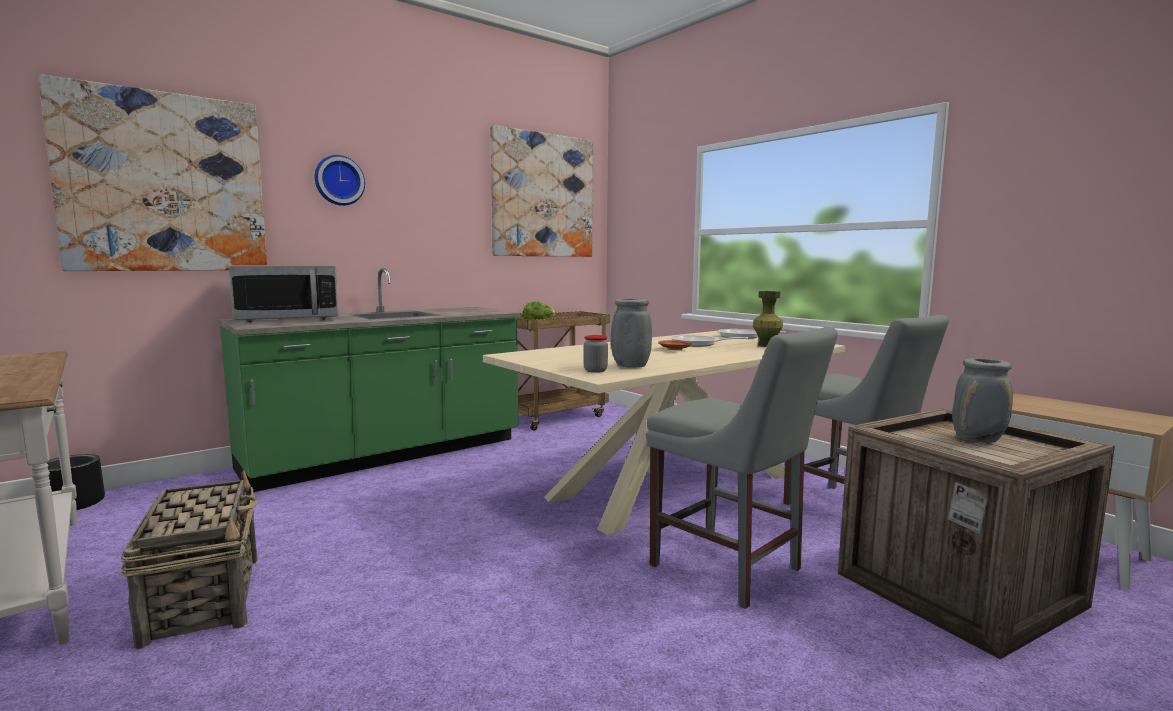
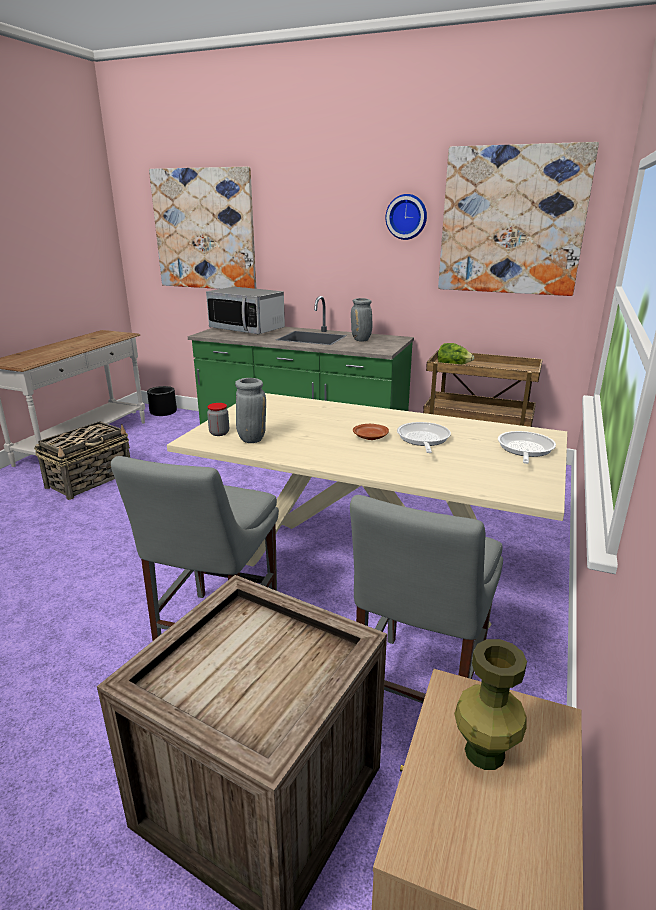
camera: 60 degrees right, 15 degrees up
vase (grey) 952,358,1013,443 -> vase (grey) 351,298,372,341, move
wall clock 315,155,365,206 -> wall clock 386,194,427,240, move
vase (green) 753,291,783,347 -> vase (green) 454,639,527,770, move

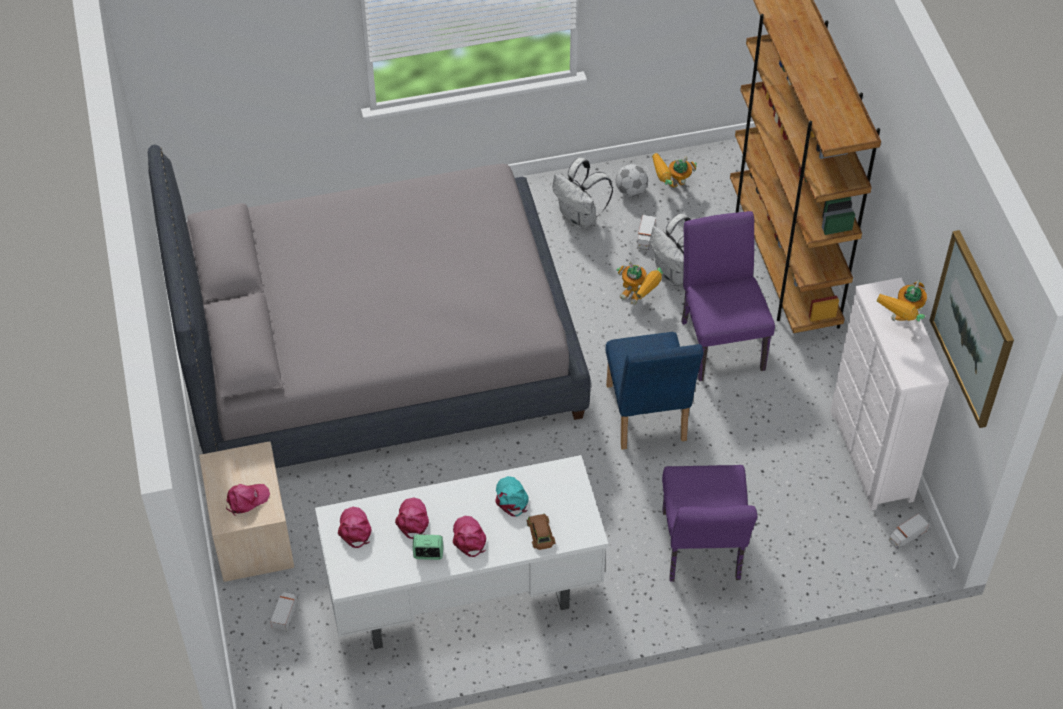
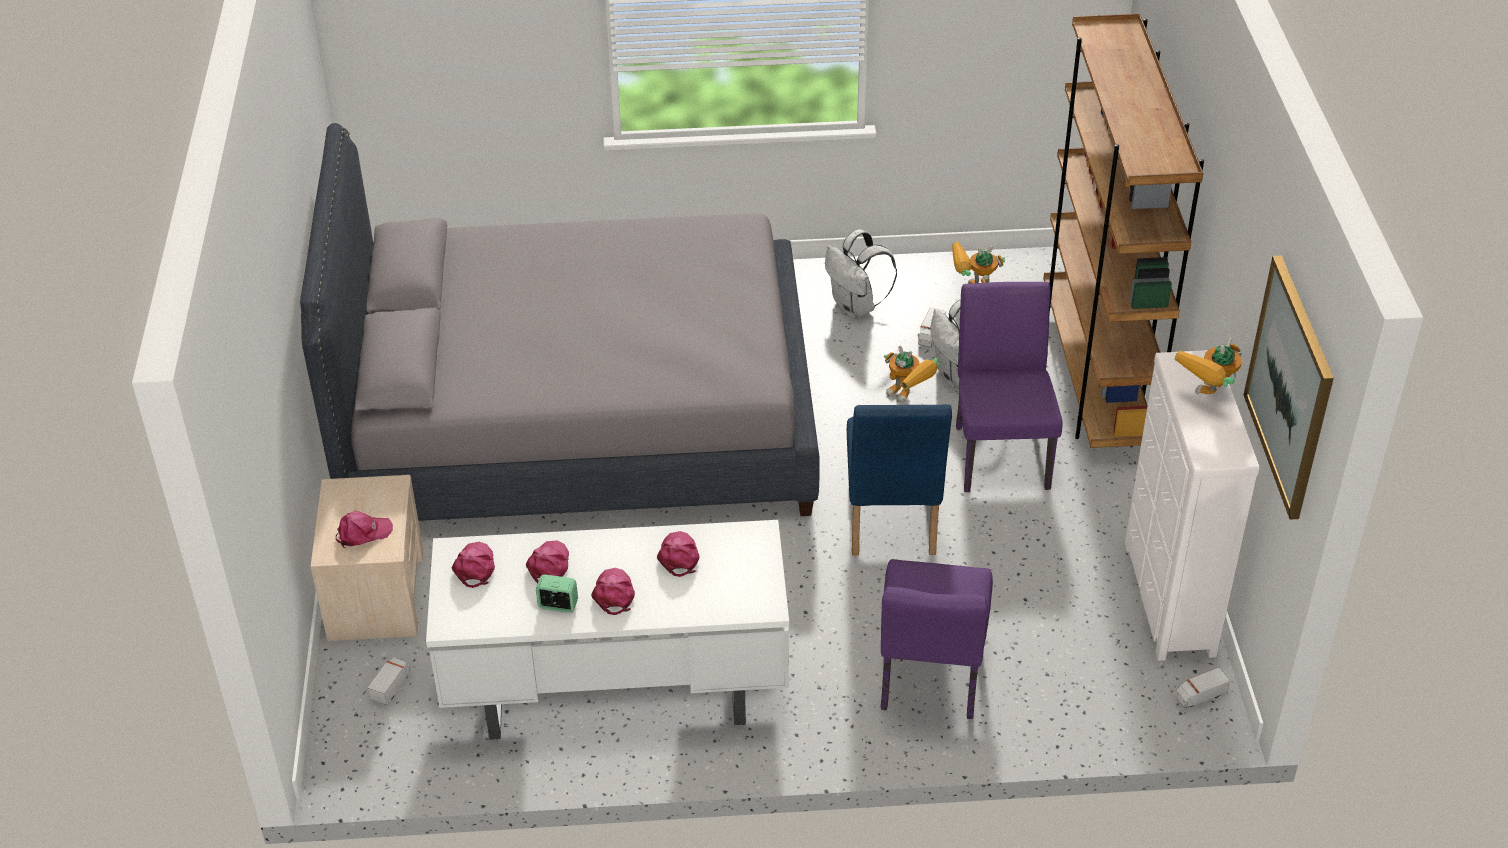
camera: 10 degrees right, 10 degrees down
cap (turquoise) 496,476,529,517 -> cap (pink) 657,531,700,577
toy car (brown) 526,513,556,550 -> none
football 616,164,648,197 -> none

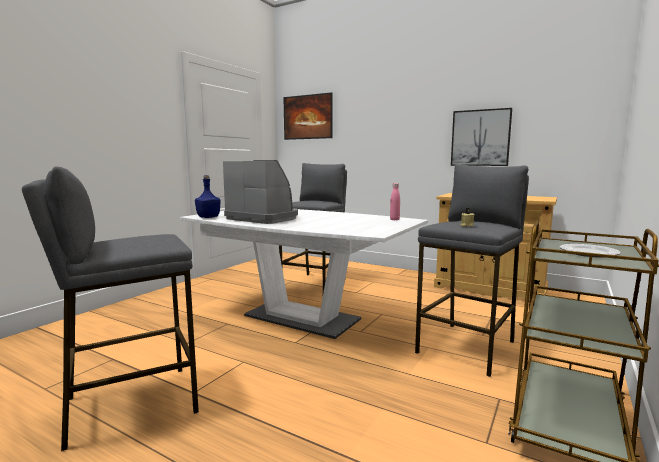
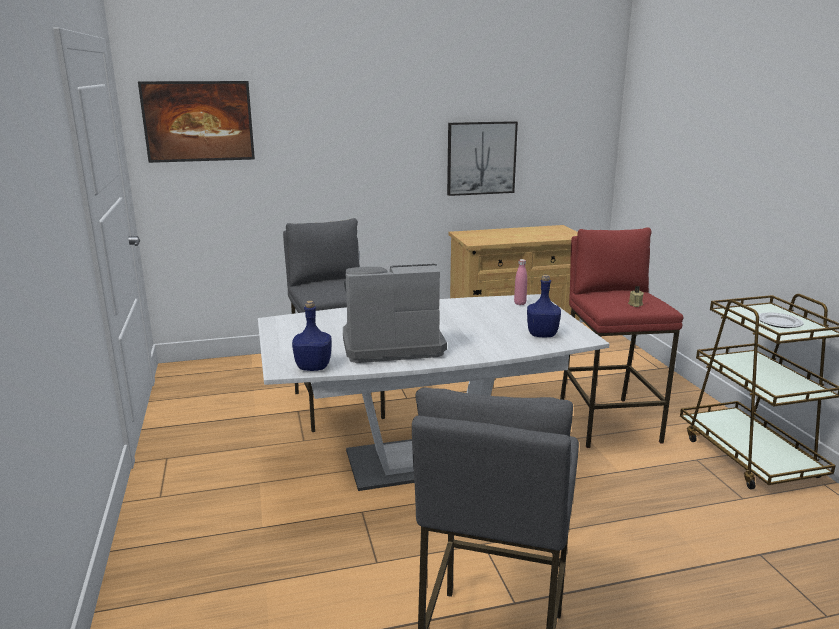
camera: 45 degrees left, 10 degrees up
none -> bottle (blue) 527,275,561,337
stool (grey) 415,164,529,377 -> stool (red) 560,227,684,448

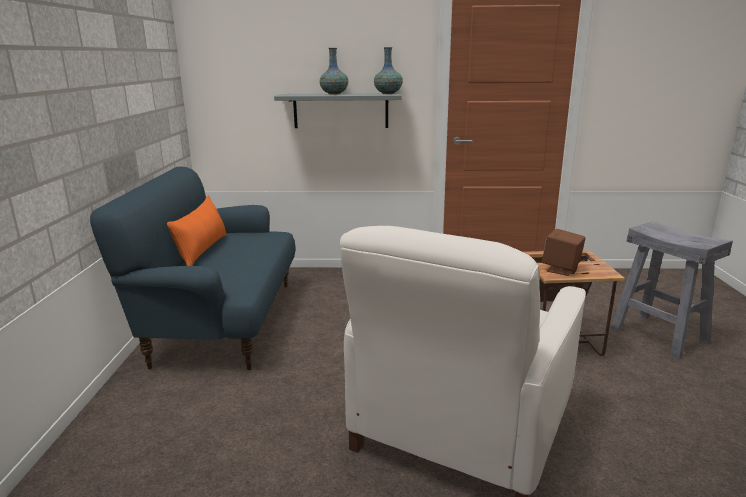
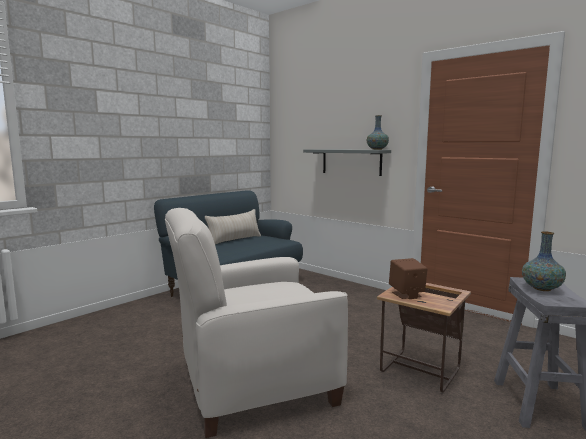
camera: 40 degrees right, 10 degrees down
pillow (orange) 167,196,227,266 -> pillow (beige) 205,209,261,245
vase 320,48,348,95 -> vase 522,231,566,291, move

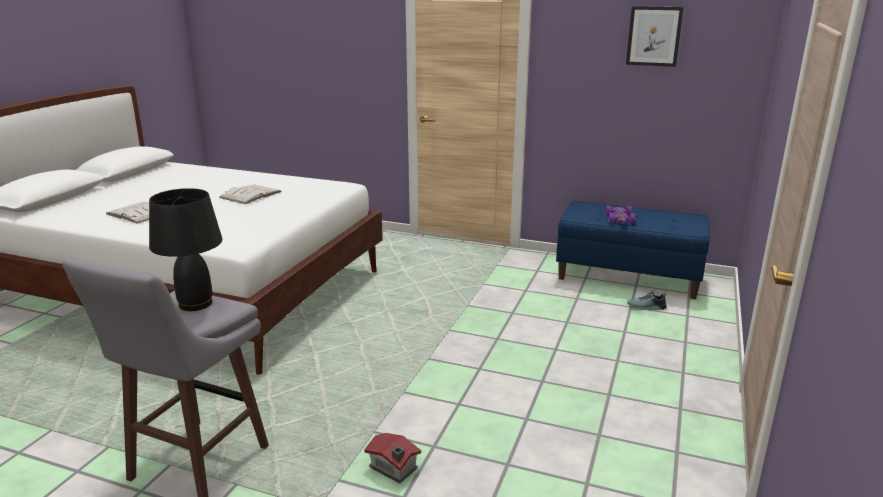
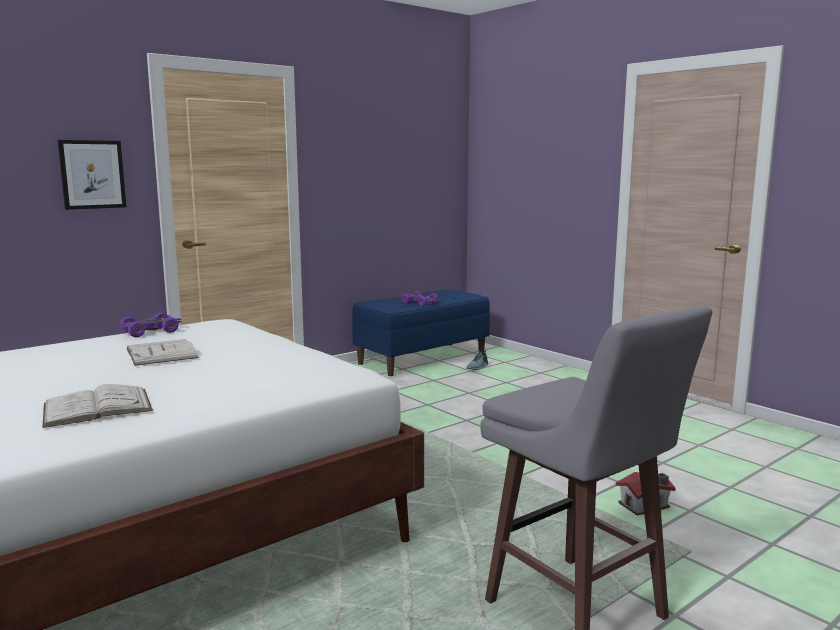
camera: 60 degrees left, 10 degrees down
picture 626,6,684,67 -> picture 58,140,126,210, move
none -> toy car (purple) 120,312,182,337
table lamp (black) 149,188,222,311 -> none

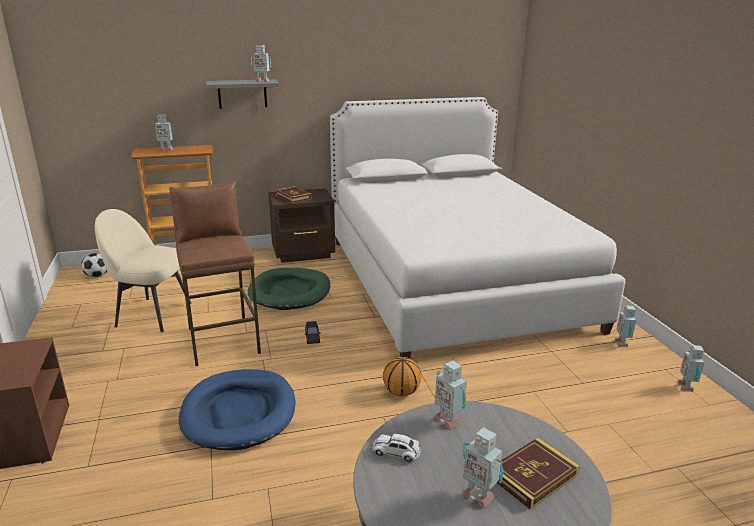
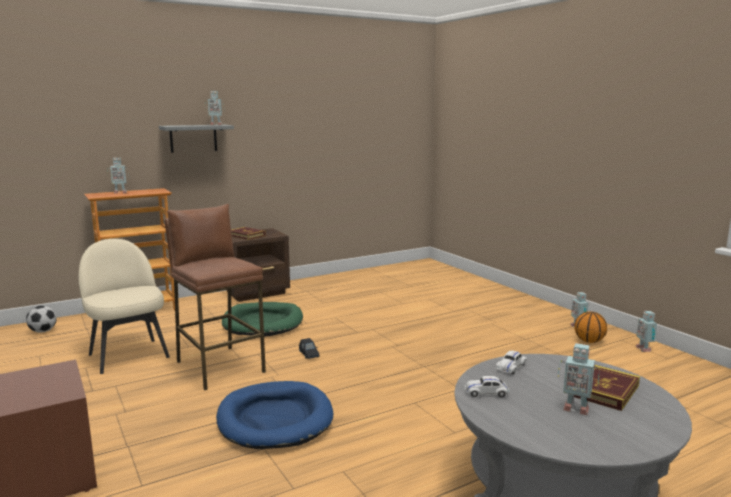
camera: 15 degrees left, 10 degrees down
chair (beige) 95,209,191,332 -> chair (beige) 79,239,170,374, 60 degrees clockwise
toy robot 435,361,467,429 -> toy car (white) 496,351,527,374
basketball 383,357,421,396 -> basketball 575,311,607,343, move
bed (white) 330,97,625,359 -> none

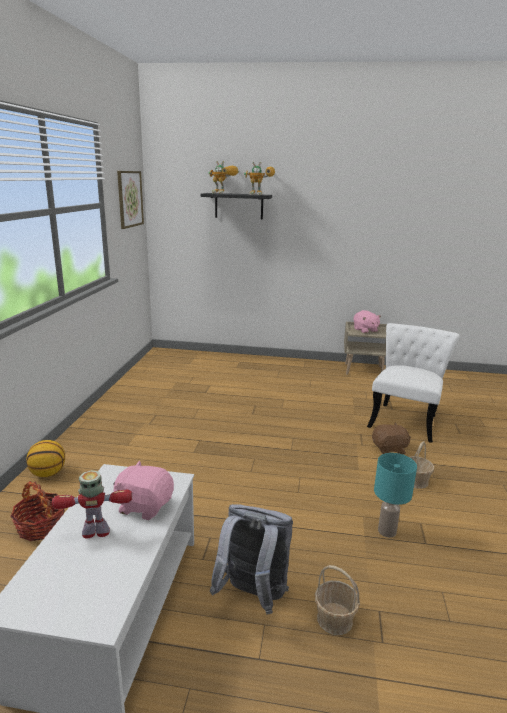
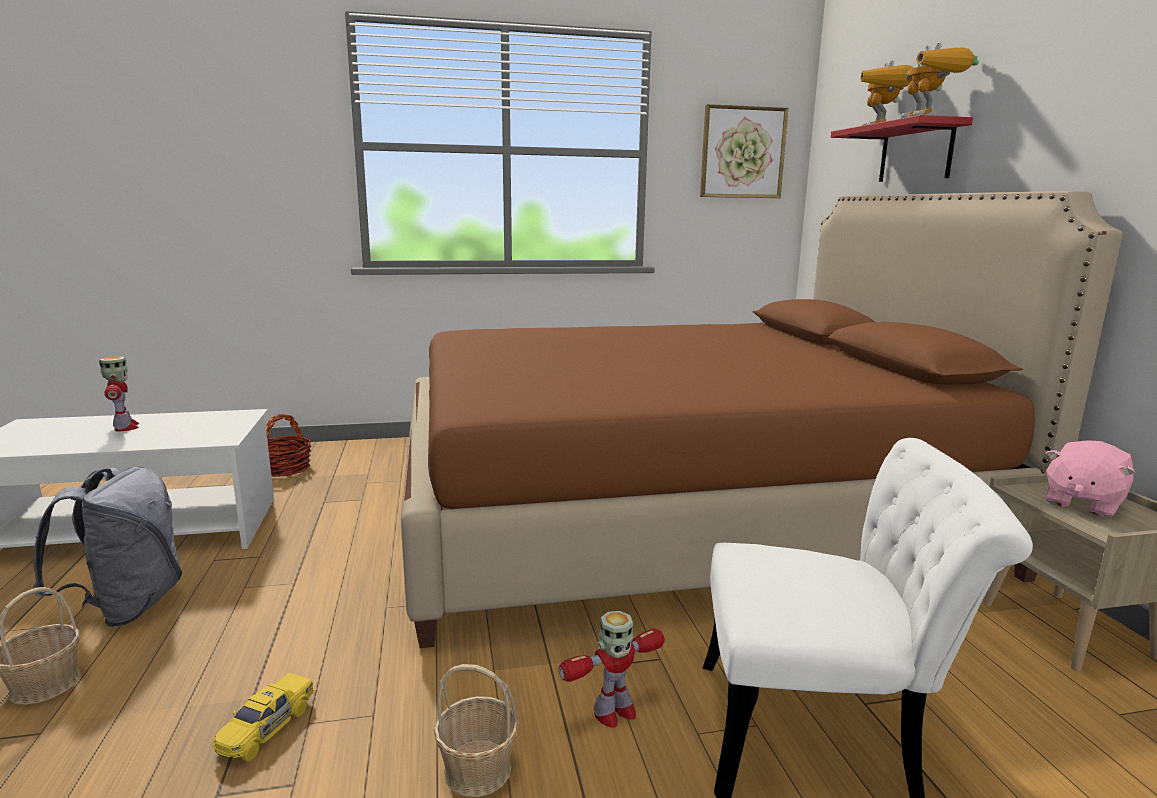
camera: 70 degrees right, 5 degrees down
table lamp (turquoise) 374,453,417,537 -> toy car (yellow) 213,673,314,761
none -> bed (brown) 401,191,1123,648
plush toy (brown) 372,423,411,455 -> toy robot 559,611,665,728
shelf (black) 201,193,272,219 -> shelf (red) 831,115,973,182
basketball 26,440,65,477 -> none
plush toy (pink) 113,461,174,520 -> none

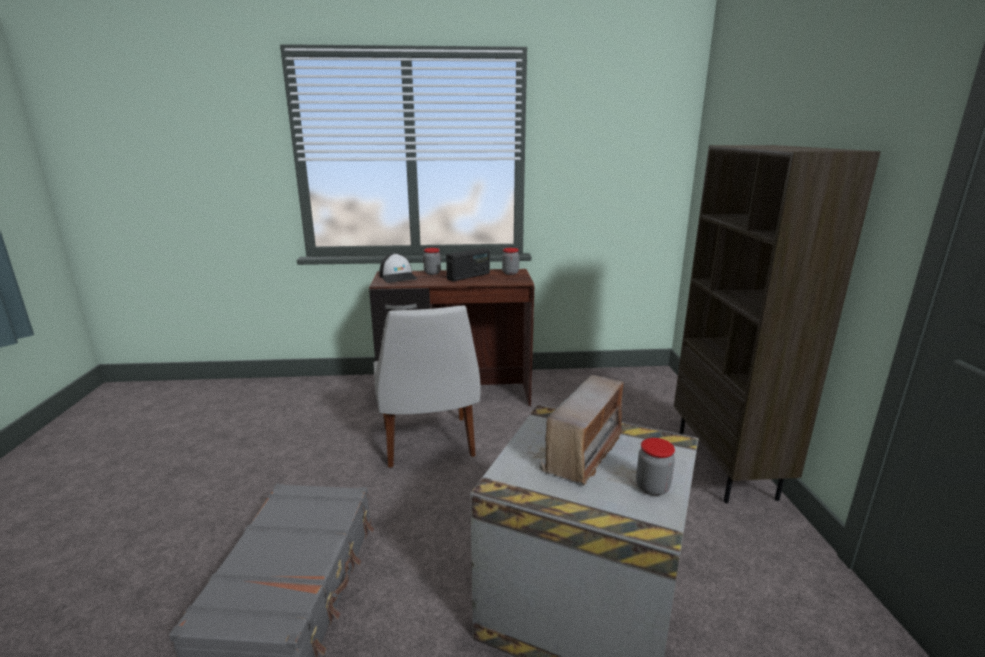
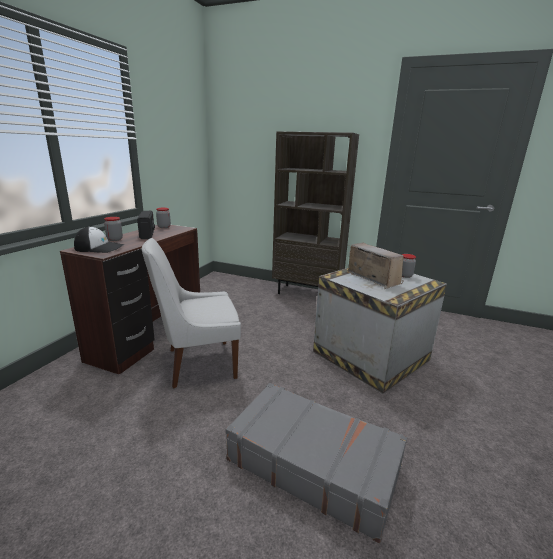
camera: 65 degrees left, 0 degrees up
chair (white) 373,305,481,468 -> chair (white) 142,238,241,388, 150 degrees clockwise

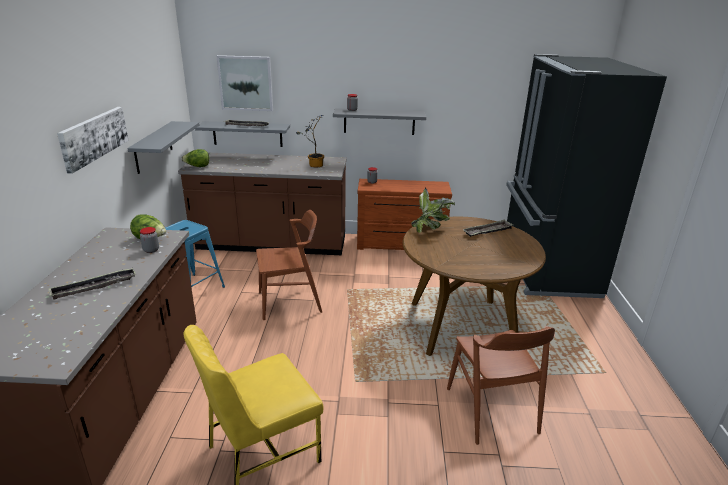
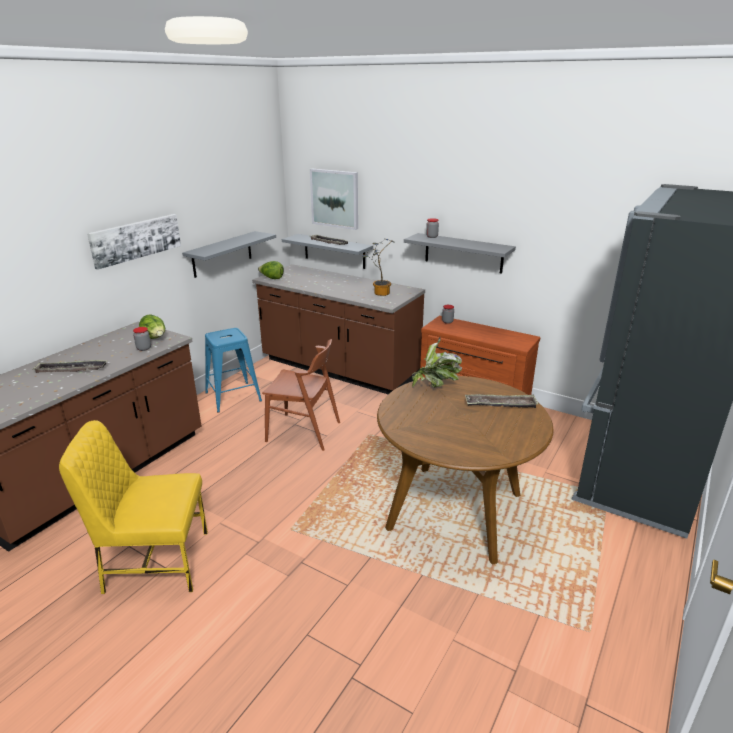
camera: 30 degrees right, 0 degrees up
chair (brown) 447,326,555,445 -> none

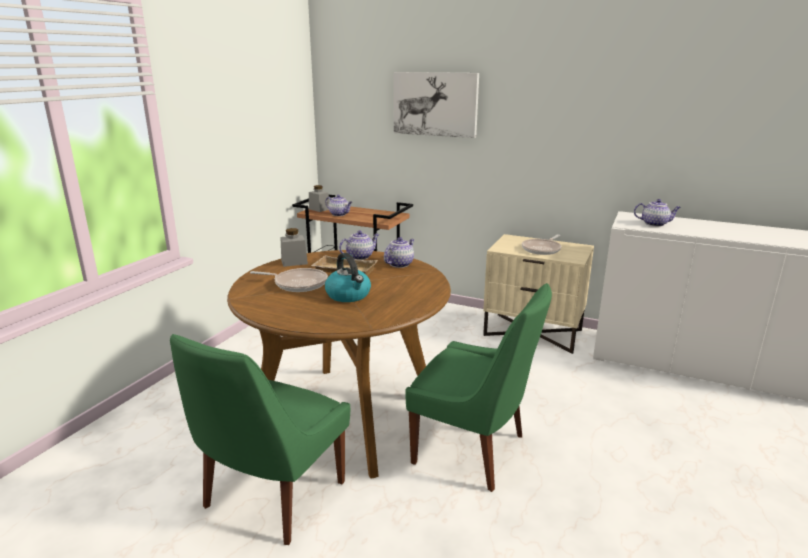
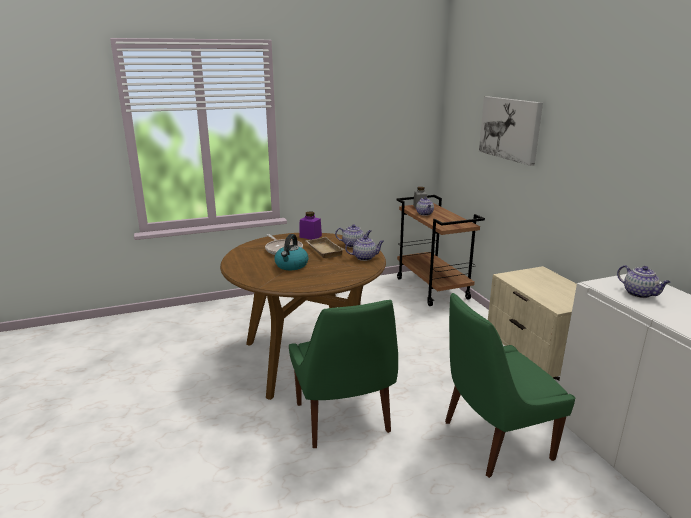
camera: 45 degrees right, 0 degrees up
jar (grey) 280,228,308,267 -> jar (purple) 299,211,322,240
chair (green) 170,334,350,545 -> chair (green) 445,293,575,478, move
frying pan 522,235,562,255 -> none

